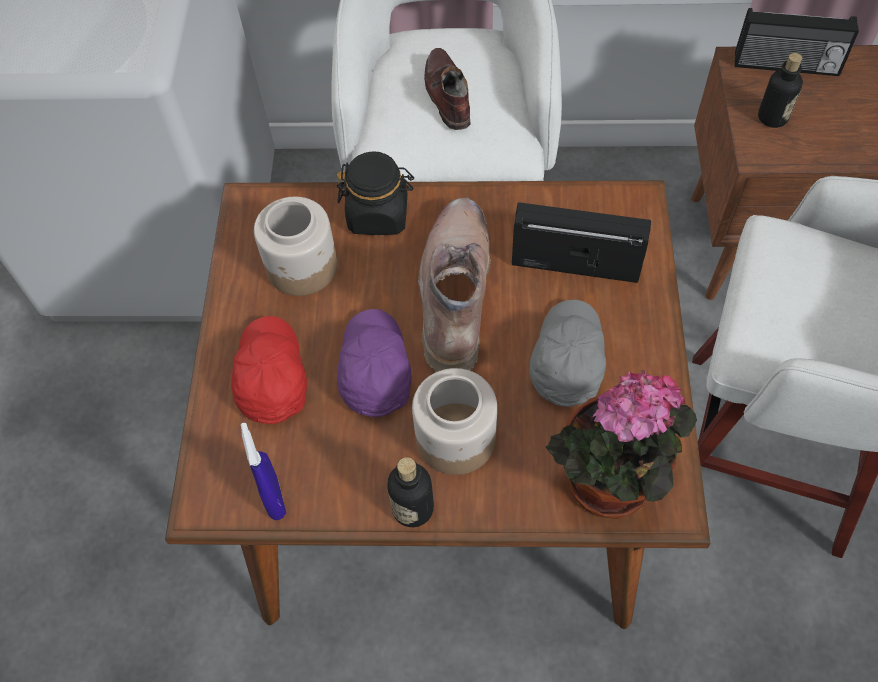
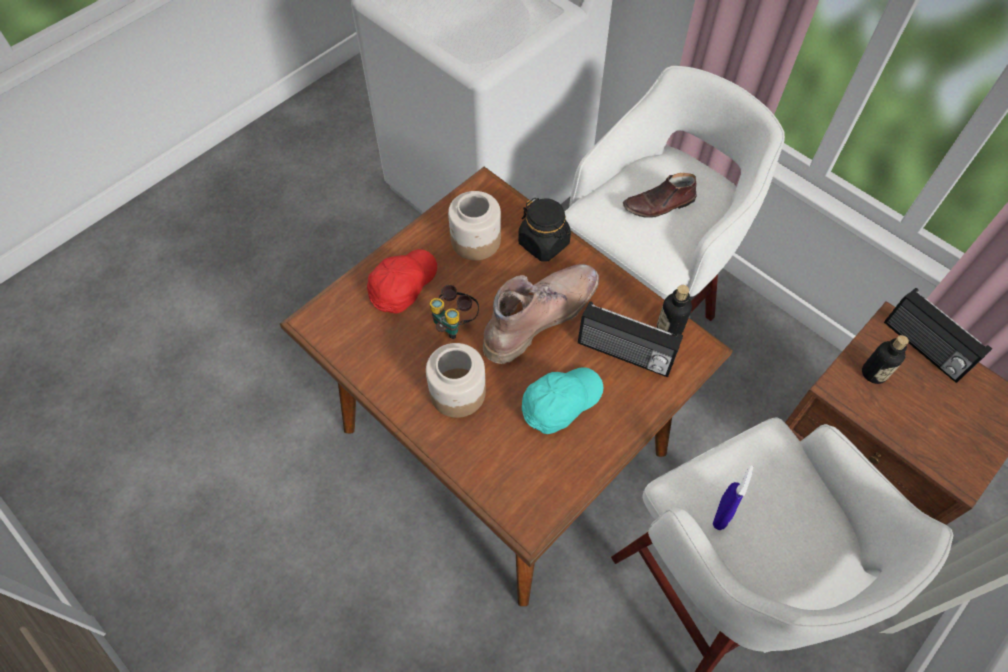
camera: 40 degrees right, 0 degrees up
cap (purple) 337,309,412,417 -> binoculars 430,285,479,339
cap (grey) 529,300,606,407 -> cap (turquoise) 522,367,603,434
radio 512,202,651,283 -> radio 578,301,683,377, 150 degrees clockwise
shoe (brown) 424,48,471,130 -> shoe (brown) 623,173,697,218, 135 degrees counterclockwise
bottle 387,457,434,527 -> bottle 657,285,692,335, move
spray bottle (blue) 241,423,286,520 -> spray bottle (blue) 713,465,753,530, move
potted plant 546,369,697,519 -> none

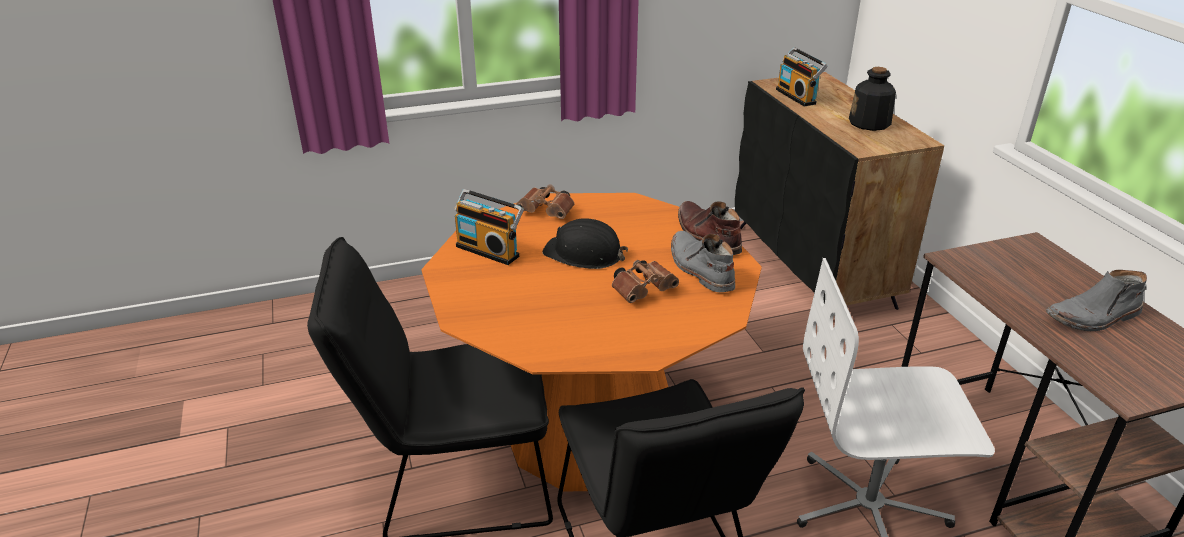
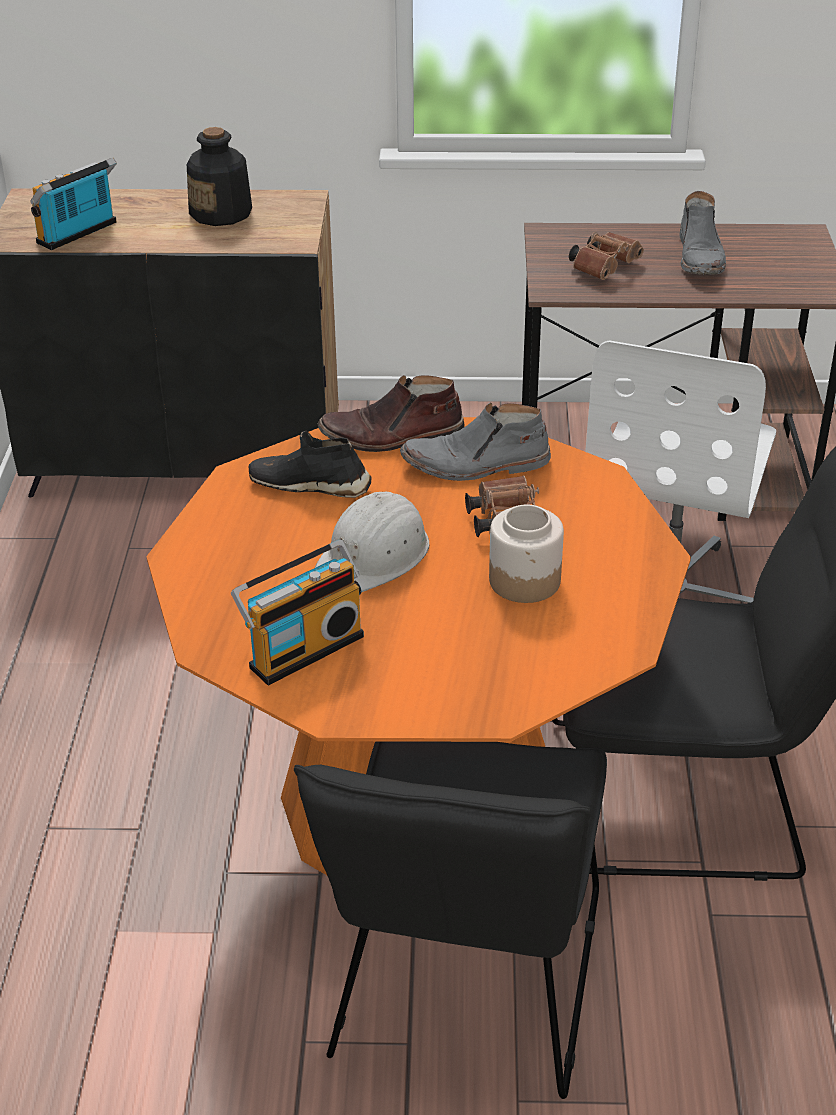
camera: 70 degrees left, 5 degrees up
radio 776,47,828,107 -> radio 30,158,117,250, 135 degrees clockwise
none -> shoe (black) 249,431,372,498
hard hat (black) 543,218,628,269 -> hard hat (white) 315,492,430,592
none -> jar 489,504,564,603
binoculars (brown) 516,185,574,219 -> binoculars (brown) 569,232,644,280, move

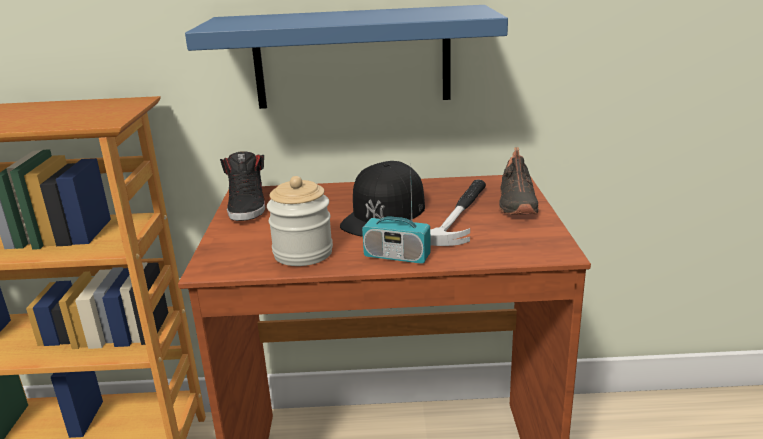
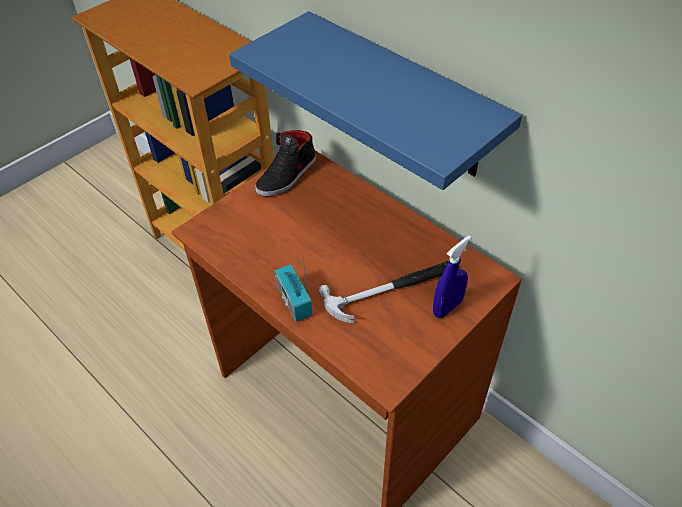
camera: 45 degrees right, 25 degrees up
shoe (black) 499,147,538,215 -> spray bottle (blue) 433,235,472,318
jar 267,176,333,266 -> none
cap (black) 340,161,425,237 -> none

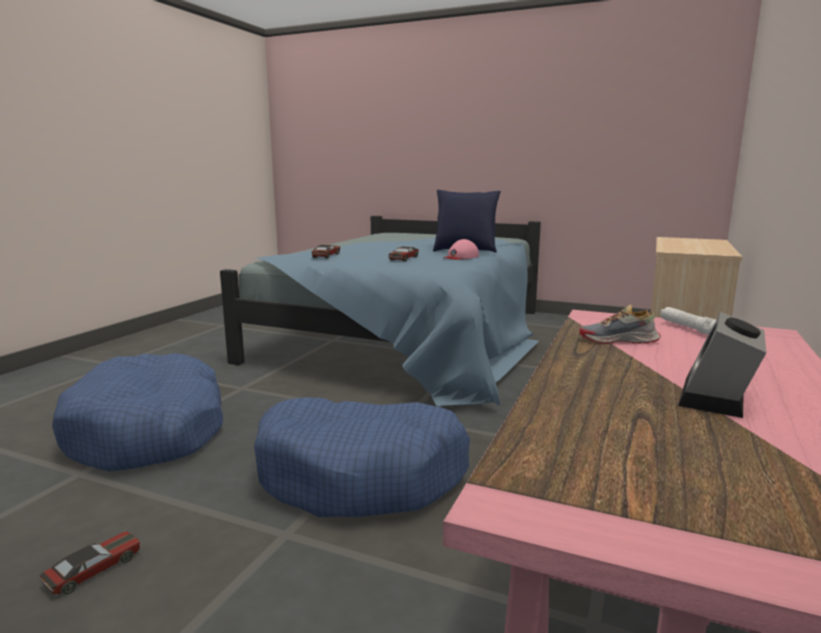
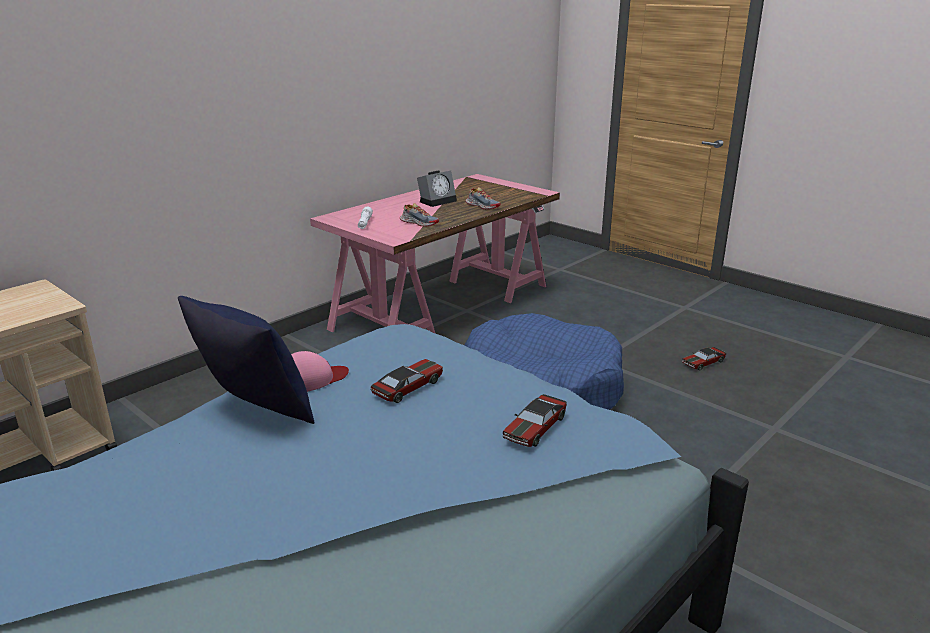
camera: 160 degrees left, 10 degrees up
none -> shoe 465,187,500,209
dog bed (blue) 52,353,223,471 -> none

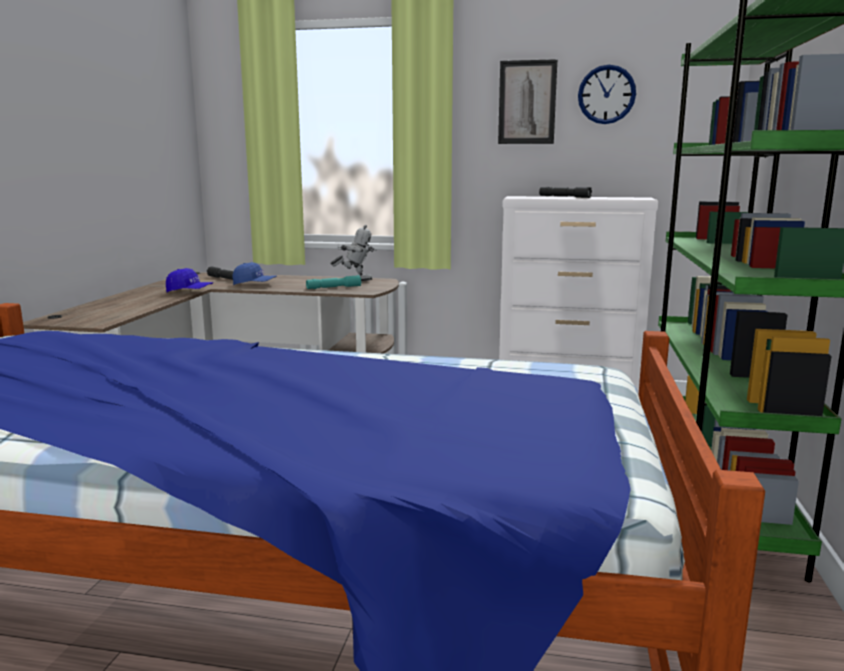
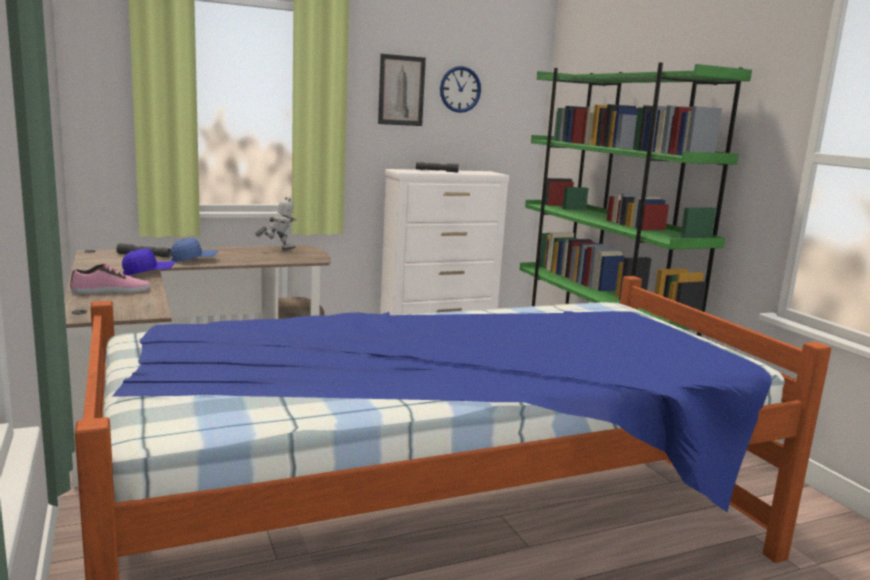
camera: 35 degrees left, 0 degrees up
none -> shoe 70,264,151,294
flashlight (turquoise) 306,275,362,289 -> none

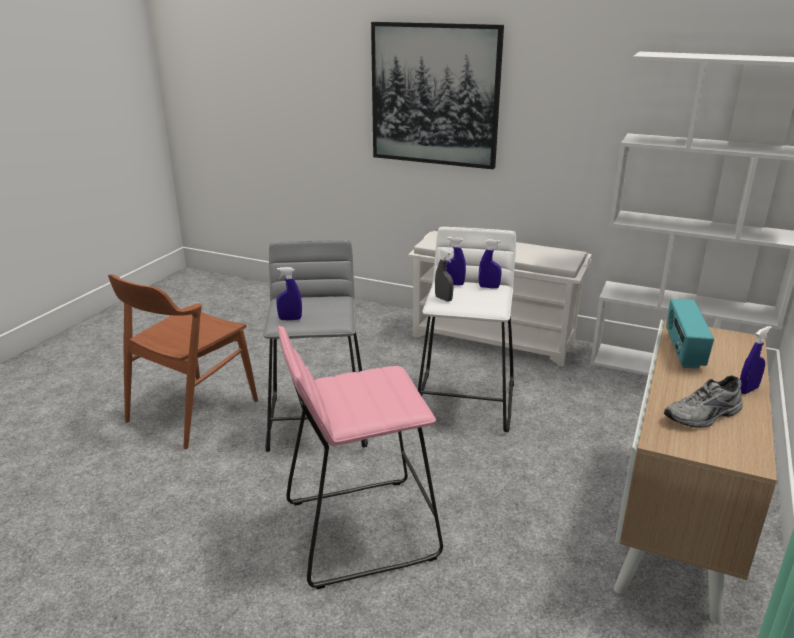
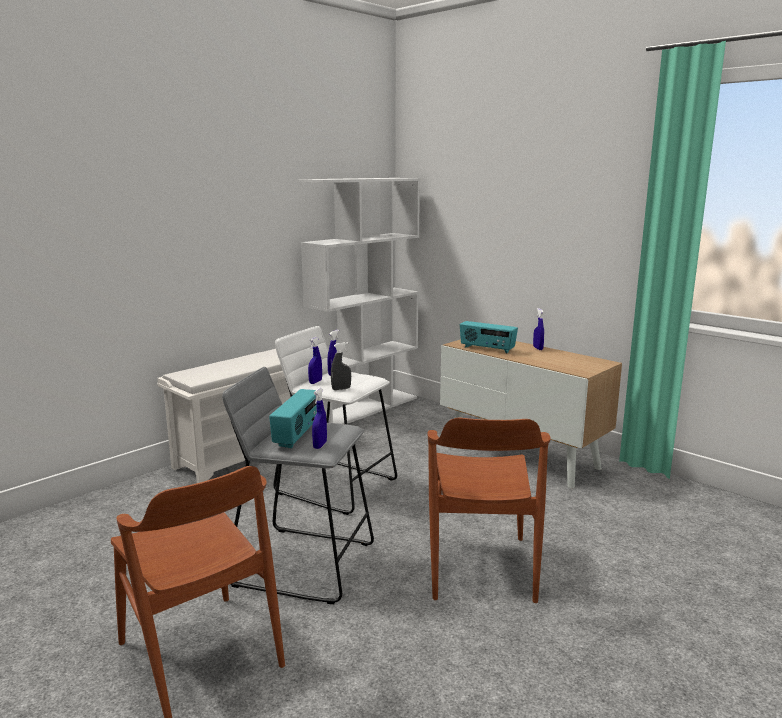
camera: 70 degrees left, 10 degrees down
none -> radio 269,389,317,448
stool (pink) 278,326,443,589 -> chair (brown) 428,418,551,603
picture 371,22,504,169 -> none
shoe (grey) 664,375,743,428 -> none

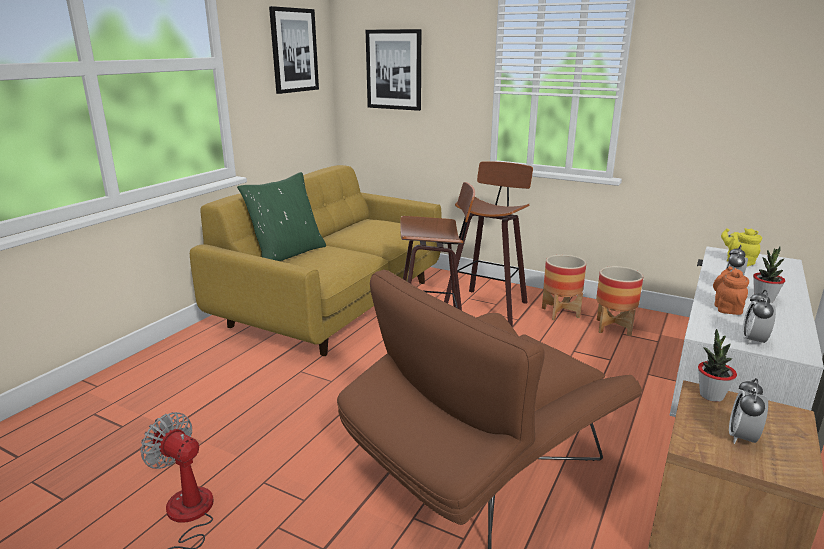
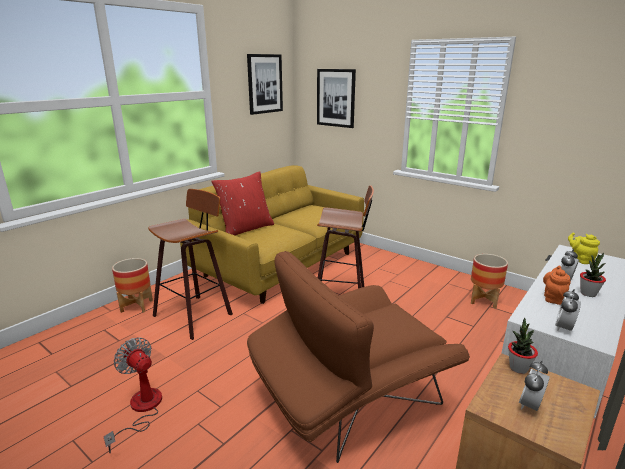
camera: 10 degrees right, 0 degrees up
planter 542,255,586,320 -> planter 112,258,153,313, move
stool 444,161,533,327 -> stool 148,189,233,340, move
pillow (green) 237,172,326,261 -> pillow (red) 211,171,274,235

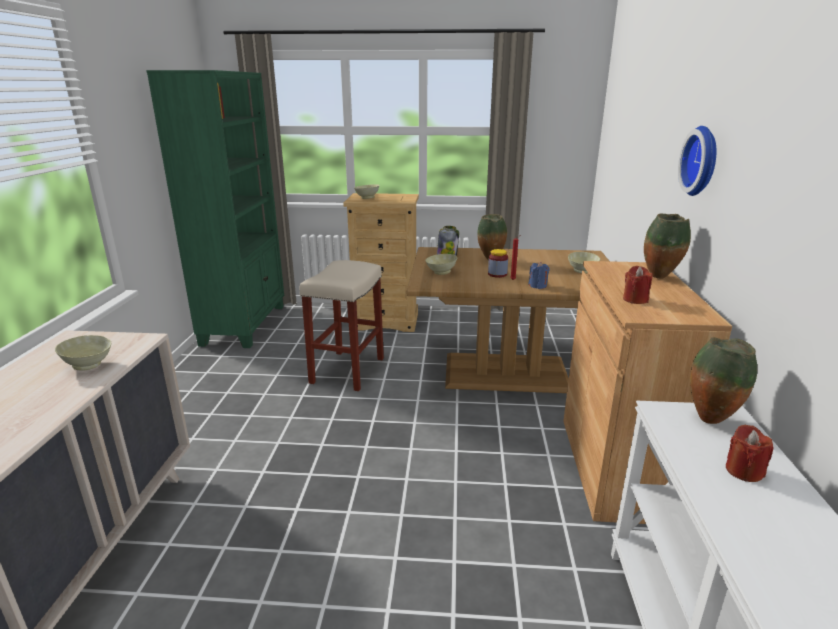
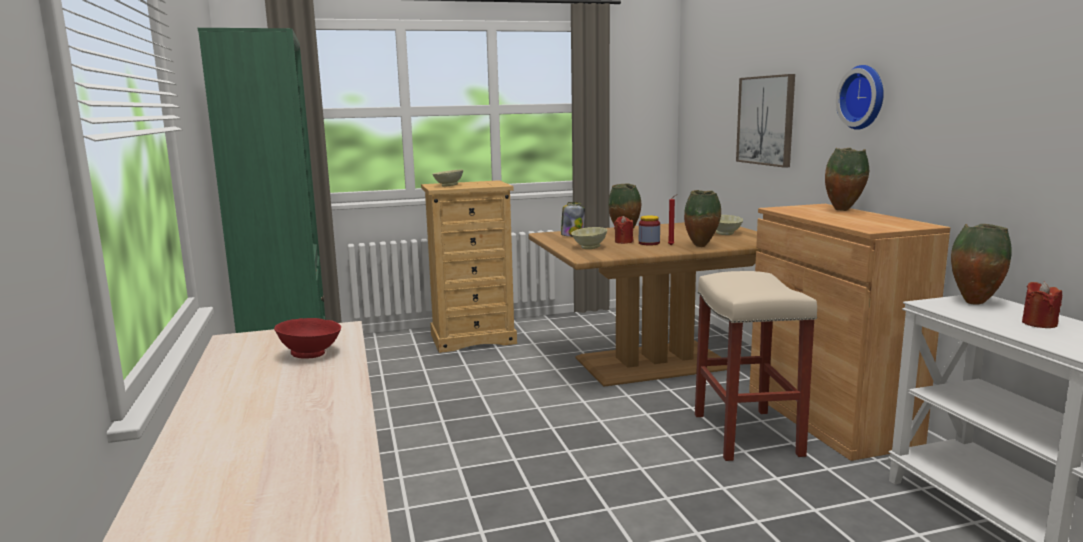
camera: 20 degrees left, 10 degrees down
bowl (beige) 55,335,111,371 -> bowl (red) 274,318,341,359
candle (red) 623,266,652,304 -> candle (red) 614,216,633,244, move
candle (blue) 528,262,549,289 -> vase 684,190,721,247
stool (beige) 300,260,384,391 -> stool (beige) 695,271,817,461, move
none -> picture 736,74,795,168

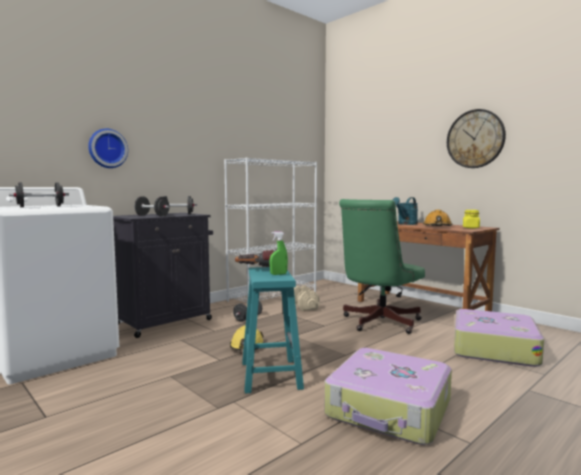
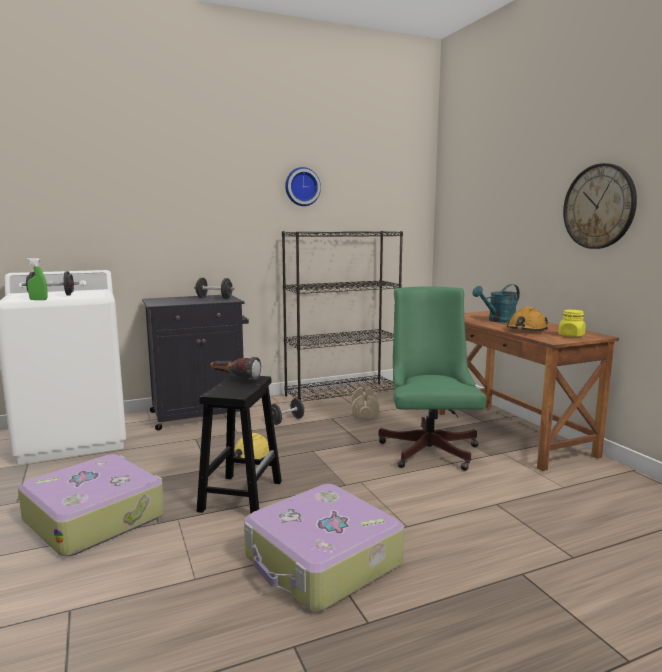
camera: 20 degrees right, 5 degrees up
suitcase 454,309,544,367 -> suitcase 18,454,164,556, move
spray bottle (green) 270,231,288,275 -> spray bottle (green) 27,258,47,300, move
stool (turquoise) 242,267,304,393 -> stool (black) 196,374,282,514
bookcase (white) 224,158,317,304 -> bookcase (black) 282,231,403,402
wall clock 88,129,128,168 -> wall clock 285,167,321,206, move
office chair (green) 339,199,425,334 -> office chair (green) 378,286,486,471, 120 degrees clockwise
dumbbell (black) 134,196,170,217 -> none

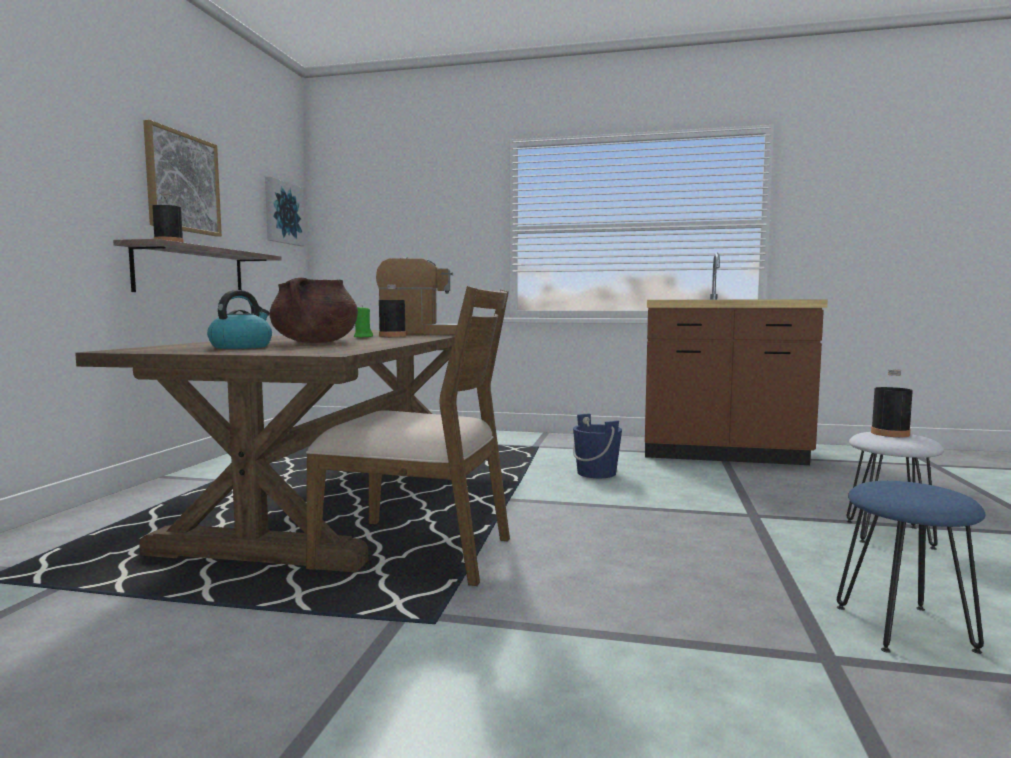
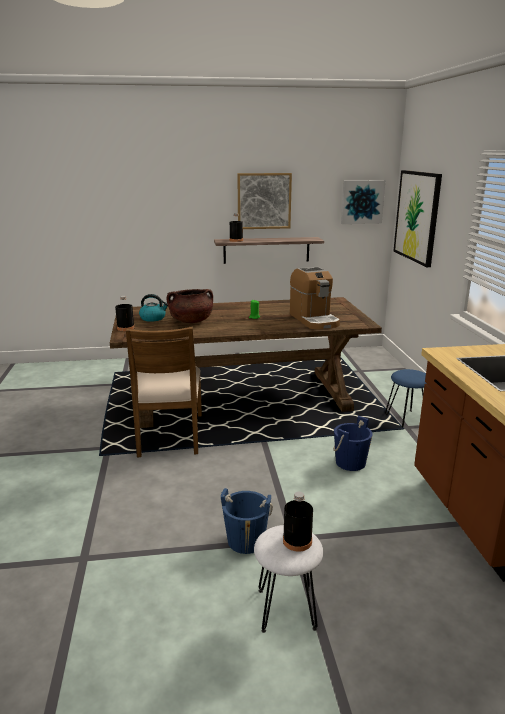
camera: 70 degrees right, 15 degrees up
bottle (black) 379,284,406,337 -> bottle (black) 115,296,135,331, move
none -> bucket (blue) 221,488,273,554
stool (blue) 837,481,985,654 -> stool (blue) 385,369,427,428, move
none -> picture 393,170,442,267

